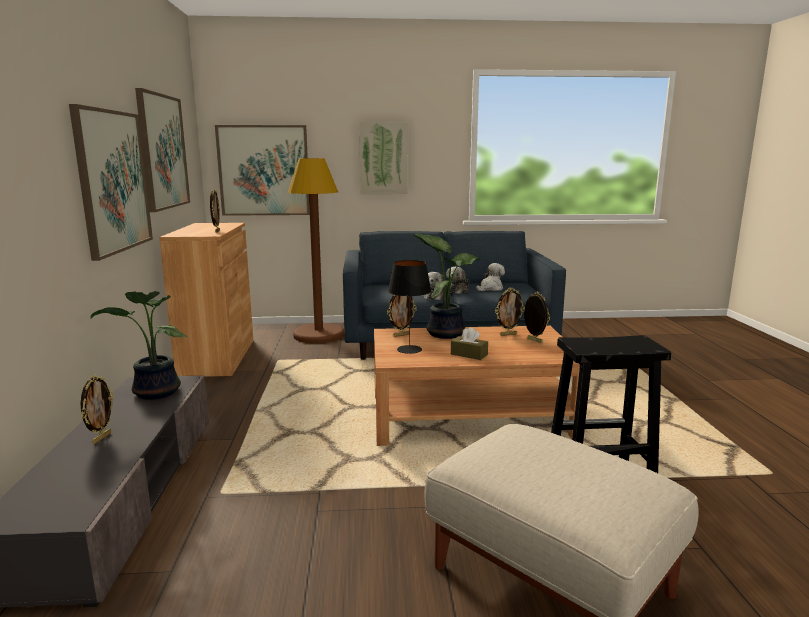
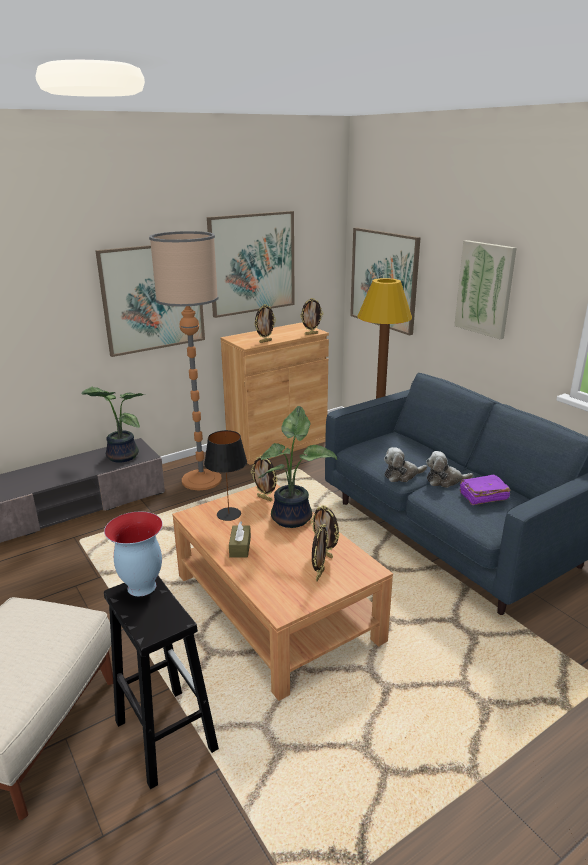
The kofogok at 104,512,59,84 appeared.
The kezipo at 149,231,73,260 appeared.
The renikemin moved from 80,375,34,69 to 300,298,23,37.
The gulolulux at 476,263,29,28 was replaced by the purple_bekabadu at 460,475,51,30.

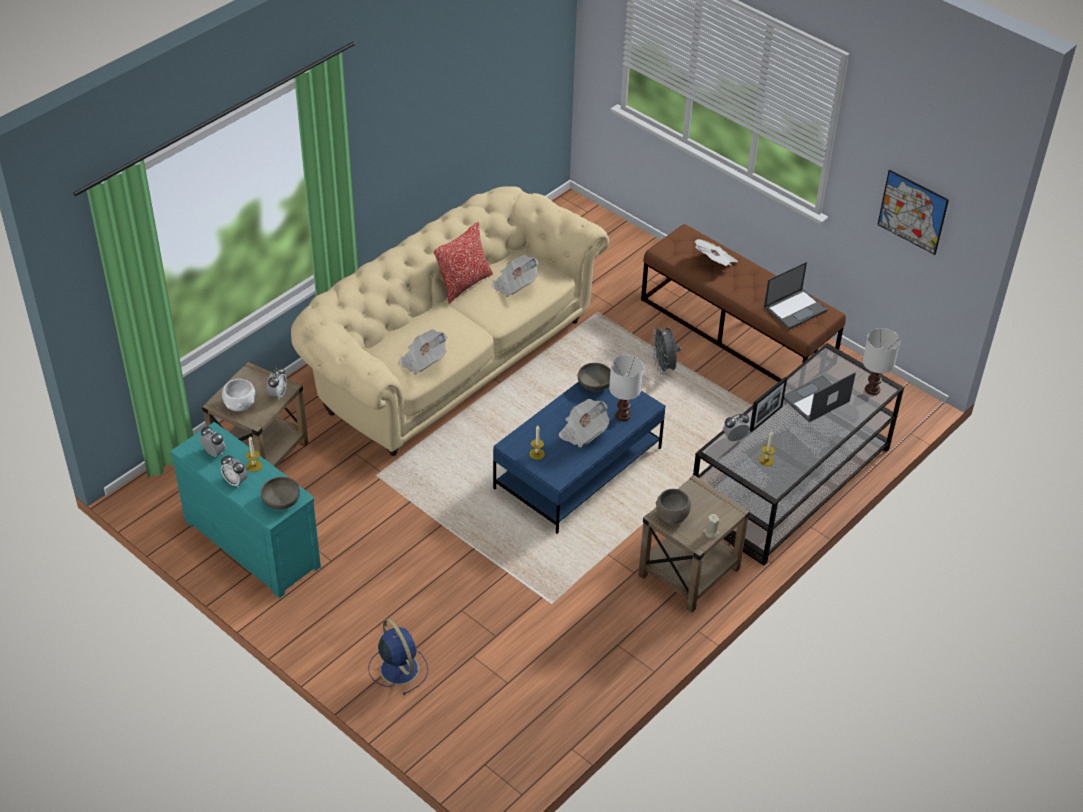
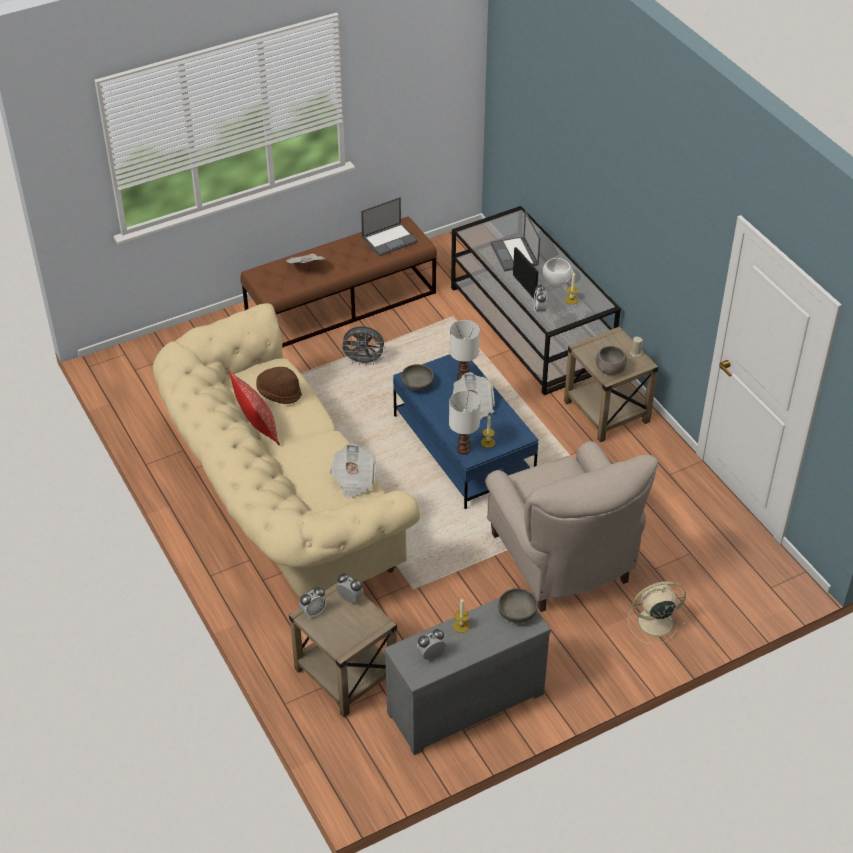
The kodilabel at 492,255,47,42 was replaced by the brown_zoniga at 256,367,46,37.
The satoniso moved from 221,455,27,33 to 299,587,28,32.
The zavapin at 764,262,64,68 turned 75 degrees clockwise.
The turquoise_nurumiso at 170,422,151,176 became the grey_nurumiso at 384,598,167,157.
The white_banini moved from 863,328,37,67 to 449,391,32,64.
The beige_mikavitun at 485,441,173,171 appeared.
The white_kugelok moved from 222,379,33,32 to 543,258,30,28.
The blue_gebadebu at 368,619,60,76 became the beige_gebadebu at 628,581,58,64.
The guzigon at 877,170,72,85 disappeared.

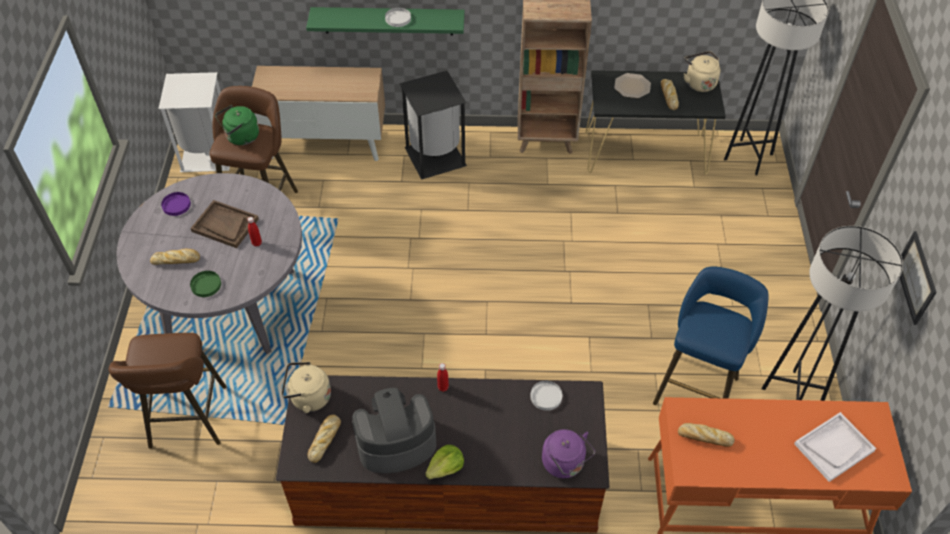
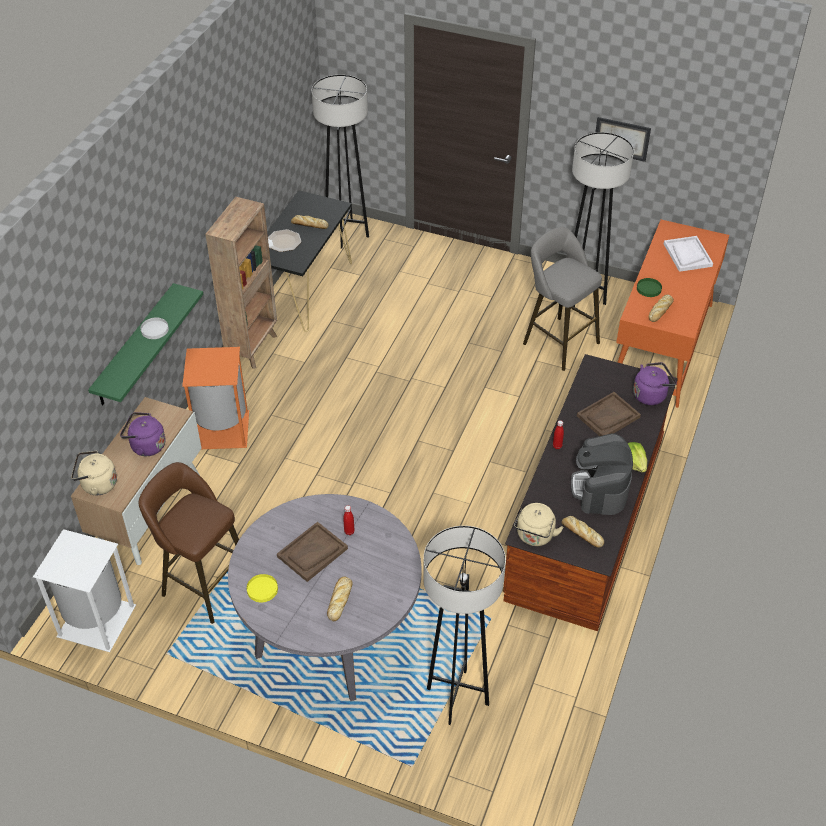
The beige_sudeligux moved from 684,51,36,41 to 71,451,46,44.
The purple_sudeligux at 120,412,46,44 appeared.
The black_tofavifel at 399,71,68,109 became the orange_tofavifel at 182,347,67,102.
The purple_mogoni at 161,192,30,24 became the yellow_mogoni at 247,574,31,28.
The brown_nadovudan at 109,333,118,116 was replaced by the grey_kezipo at 423,526,83,199.
The blue_nadovudan at 653,266,116,139 became the grey_nadovudan at 523,227,79,144.
The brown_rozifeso at 577,392,64,44 appeared.
The green_mogoni moved from 190,271,31,26 to 637,278,25,19.
The green_sudeligux at 215,105,44,40 disappeared.
The white_mogoni at 530,381,32,30 disappeared.

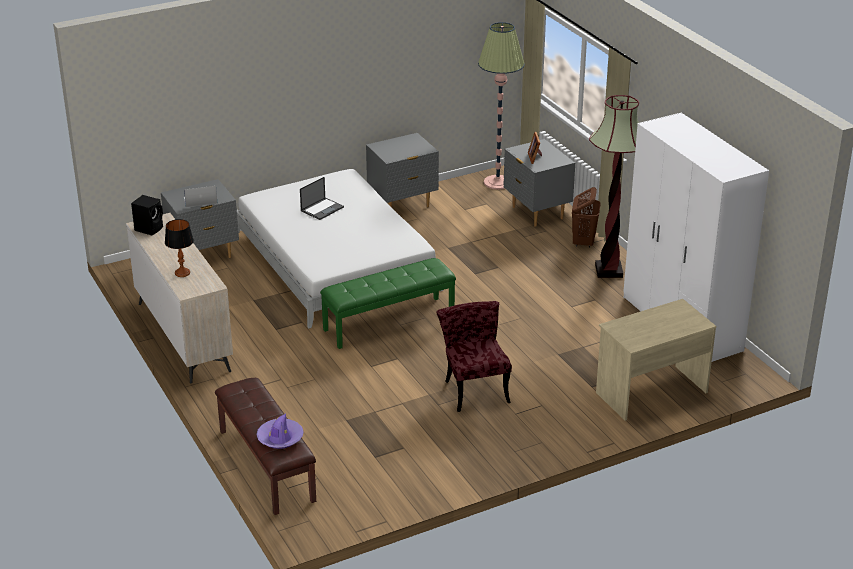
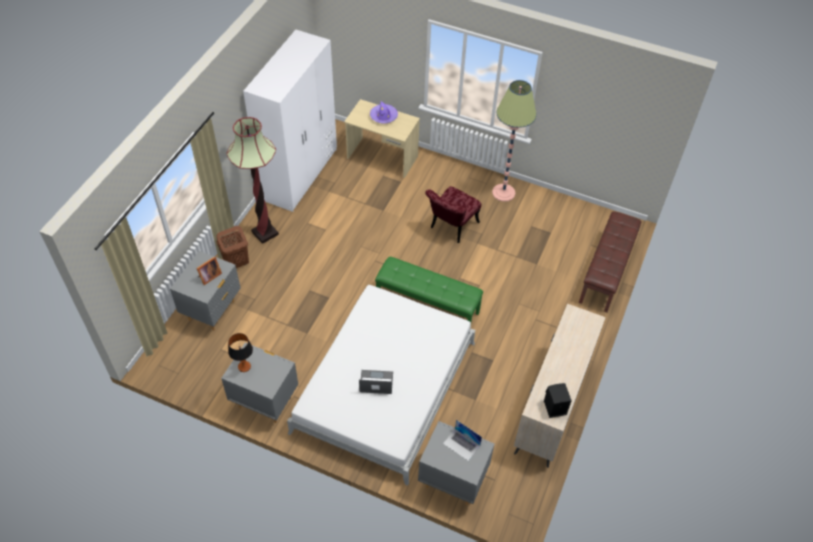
The banini moved from 165,219,29,58 to 228,333,25,39.
The purple_zoniga moved from 256,414,48,35 to 370,101,28,23.
The kezipo moved from 478,22,47,168 to 492,80,45,122.

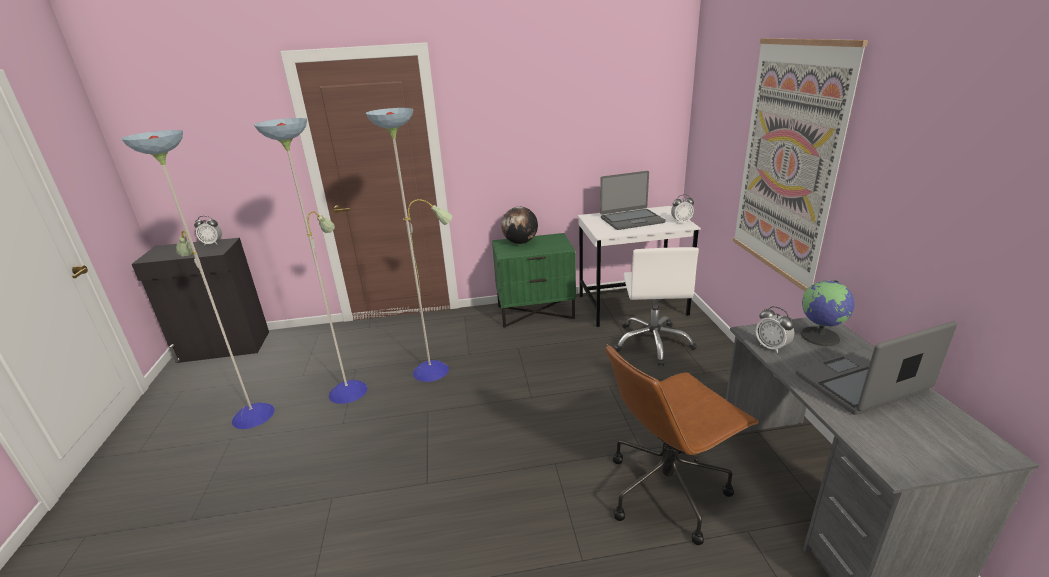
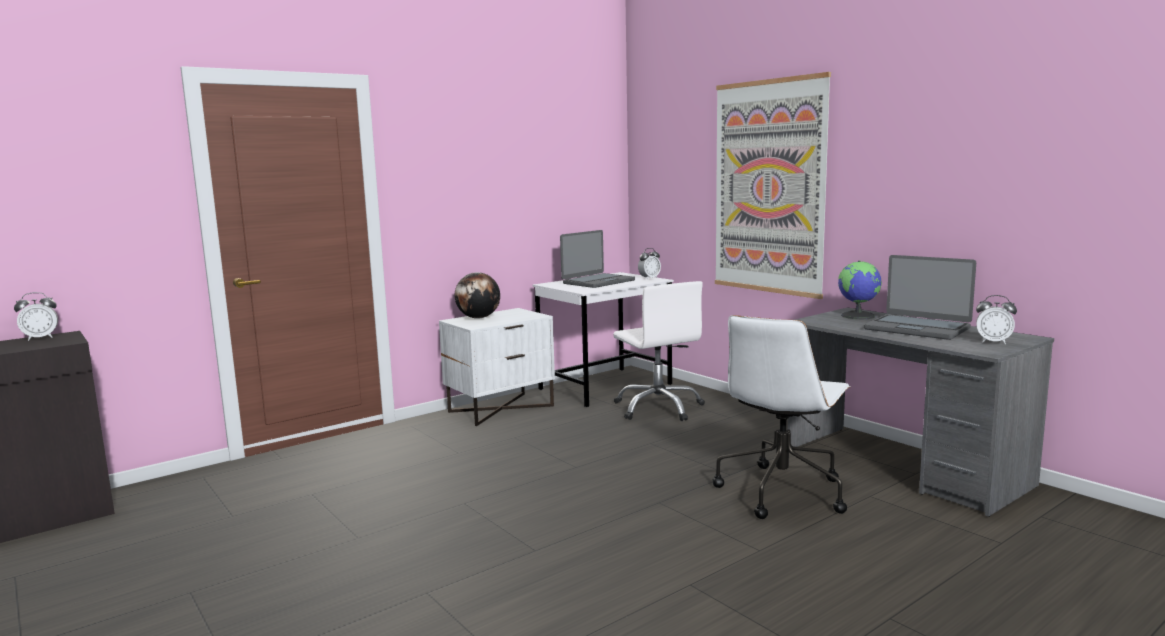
The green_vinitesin at 492,233,84,95 became the white_vinitesin at 439,308,116,118.
The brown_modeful at 606,344,153,201 became the white_modeful at 713,315,138,204.
The zavapin at 795,321,162,94 turned 90 degrees counterclockwise.
The satoniso moved from 756,306,38,47 to 976,295,41,49.
The kezipo at 121,108,332,321 disappeared.

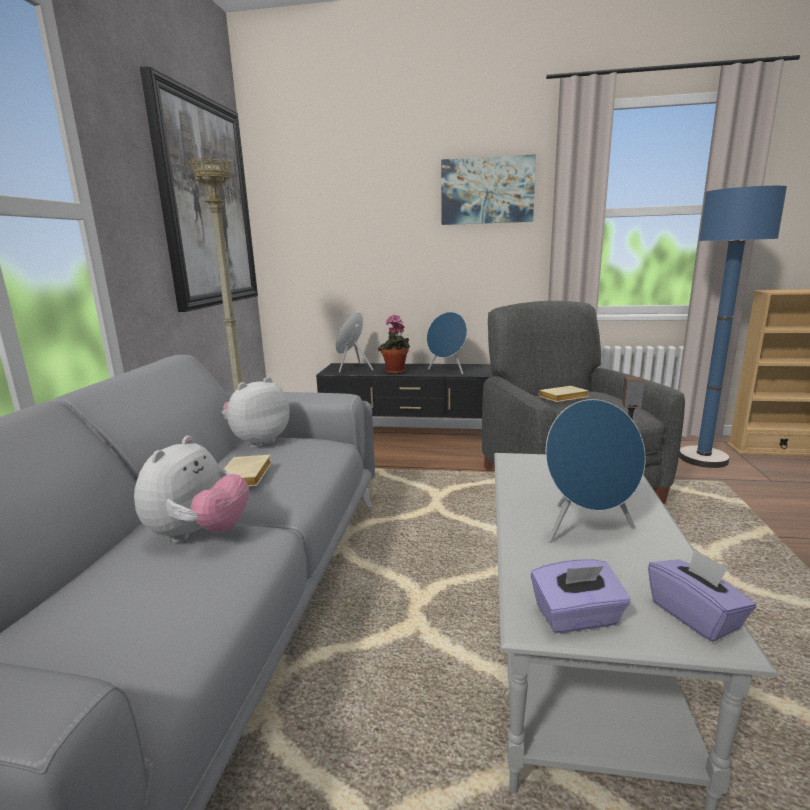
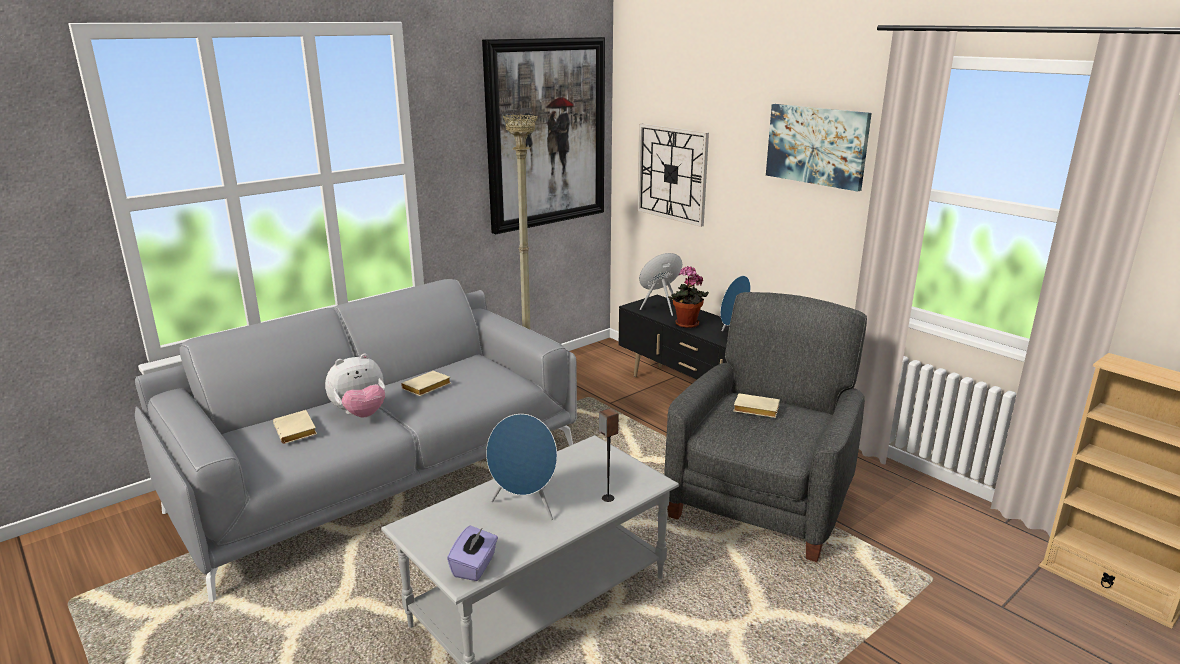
The beige_bekabadu at 273,410,44,34 appeared.
The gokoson at 637,124,72,103 appeared.
The gulolulux at 222,377,68,71 disappeared.
The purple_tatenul at 531,559,99,74 disappeared.
The blue_kezipo at 679,186,108,282 disappeared.

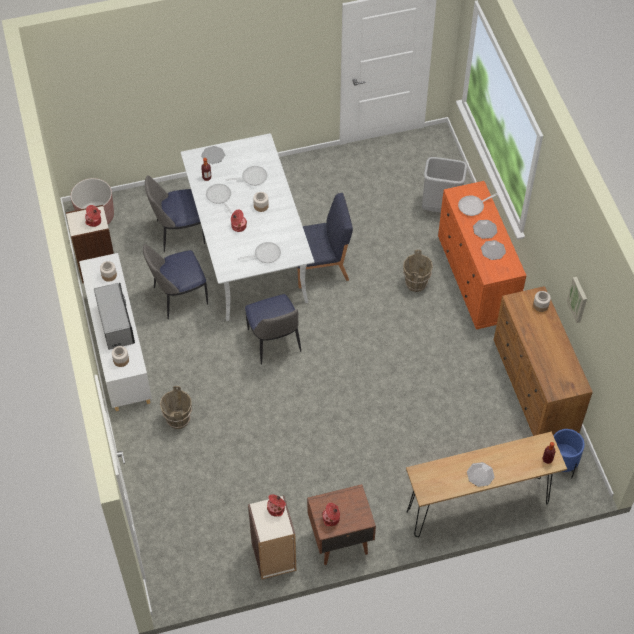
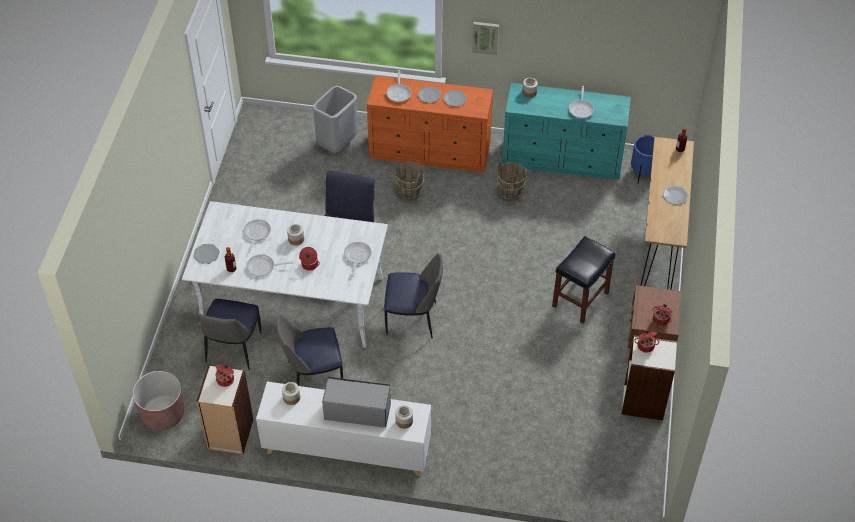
The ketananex at 143,244,65,75 turned 75 degrees clockwise.
The guzigon moved from 567,277,20,46 to 472,22,27,33.
The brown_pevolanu moved from 160,386,32,43 to 497,162,30,39.
The brown_nurumiso at 494,286,99,150 became the turquoise_nurumiso at 502,83,129,97.
The black_nadovudan at 552,236,63,88 appeared.
The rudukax at 569,86,25,33 appeared.

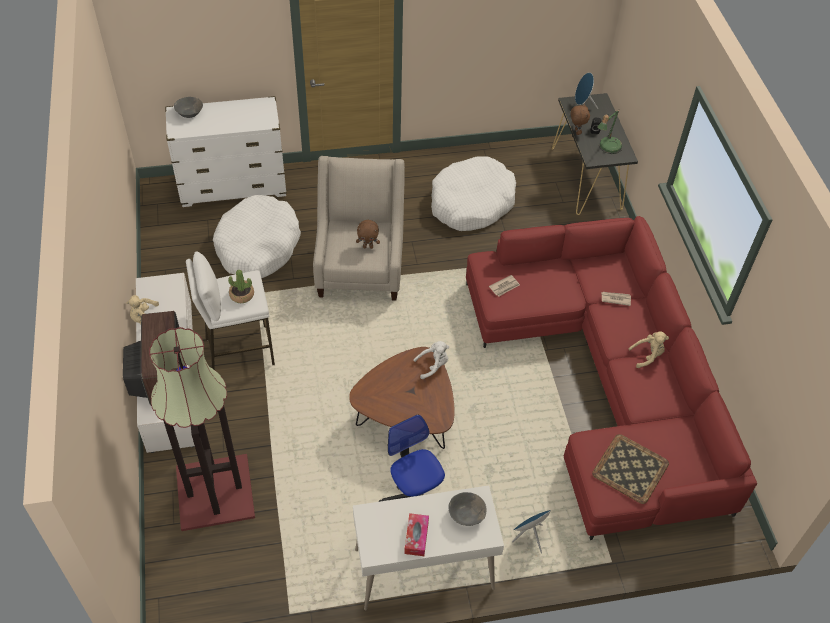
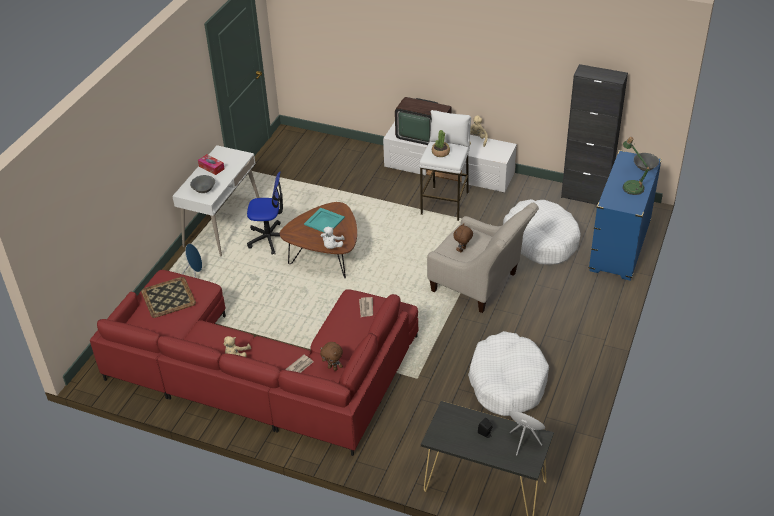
The turquoise_rozifeso at 304,208,41,25 appeared.
The brown_gulolulux moved from 571,103,19,32 to 320,342,23,29.
The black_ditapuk at 561,64,67,141 appeared.
The white_nurumiso at 165,96,122,111 became the blue_nurumiso at 589,150,73,130.
The banini moved from 597,109,25,45 to 623,137,27,58.
The kezipo at 149,327,106,204 disappeared.

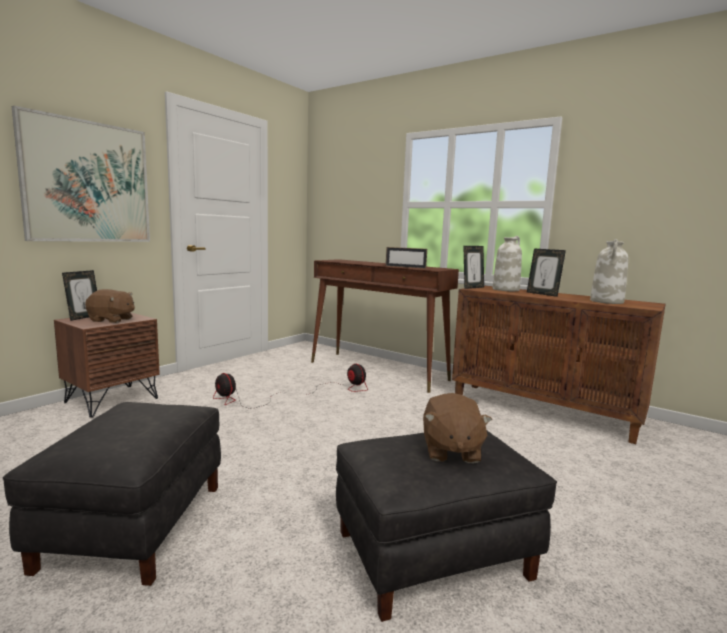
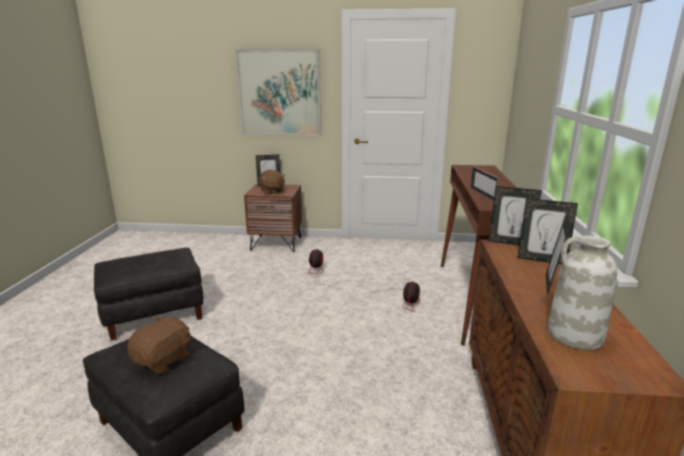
The brown_gulolulux at 423,393,69,70 turned 150 degrees clockwise.
The white_kofogok at 493,236,29,55 was replaced by the renikemin at 518,198,60,66.

